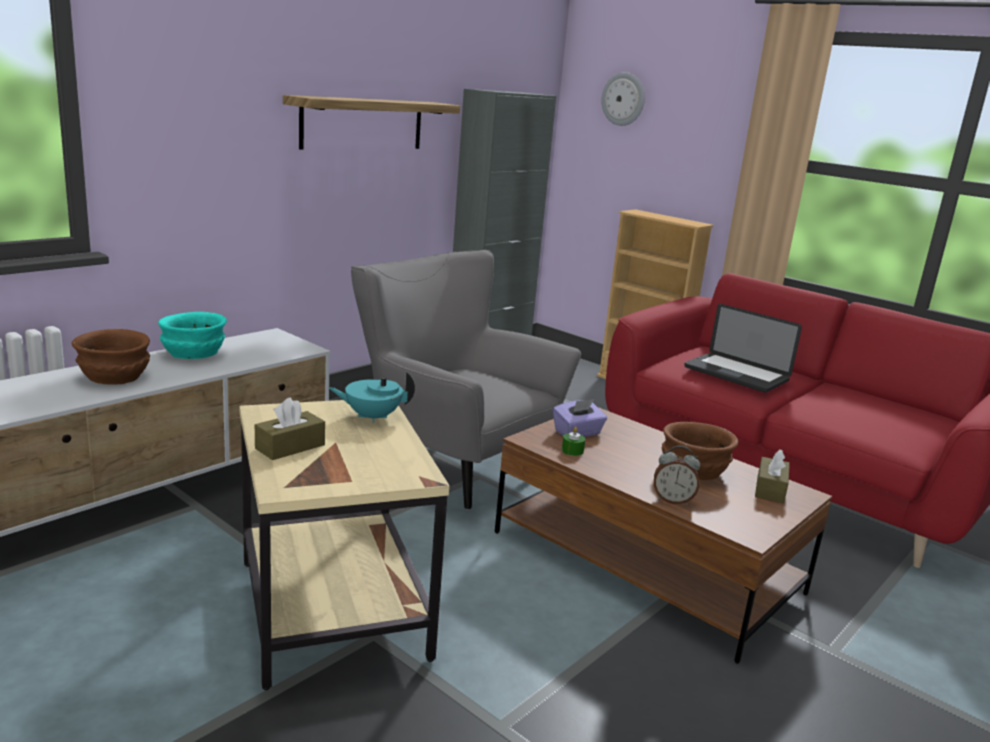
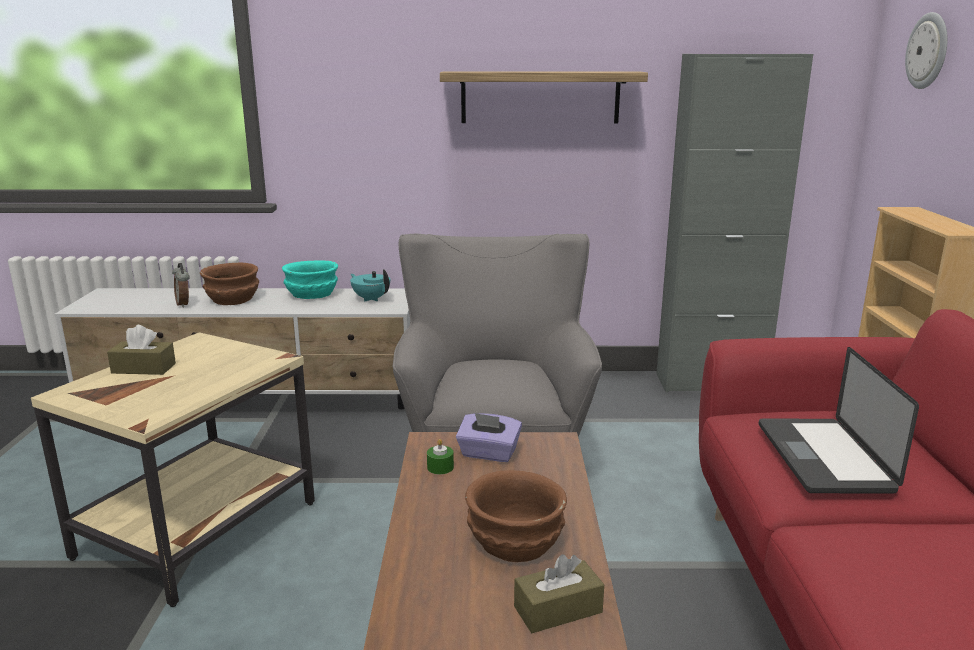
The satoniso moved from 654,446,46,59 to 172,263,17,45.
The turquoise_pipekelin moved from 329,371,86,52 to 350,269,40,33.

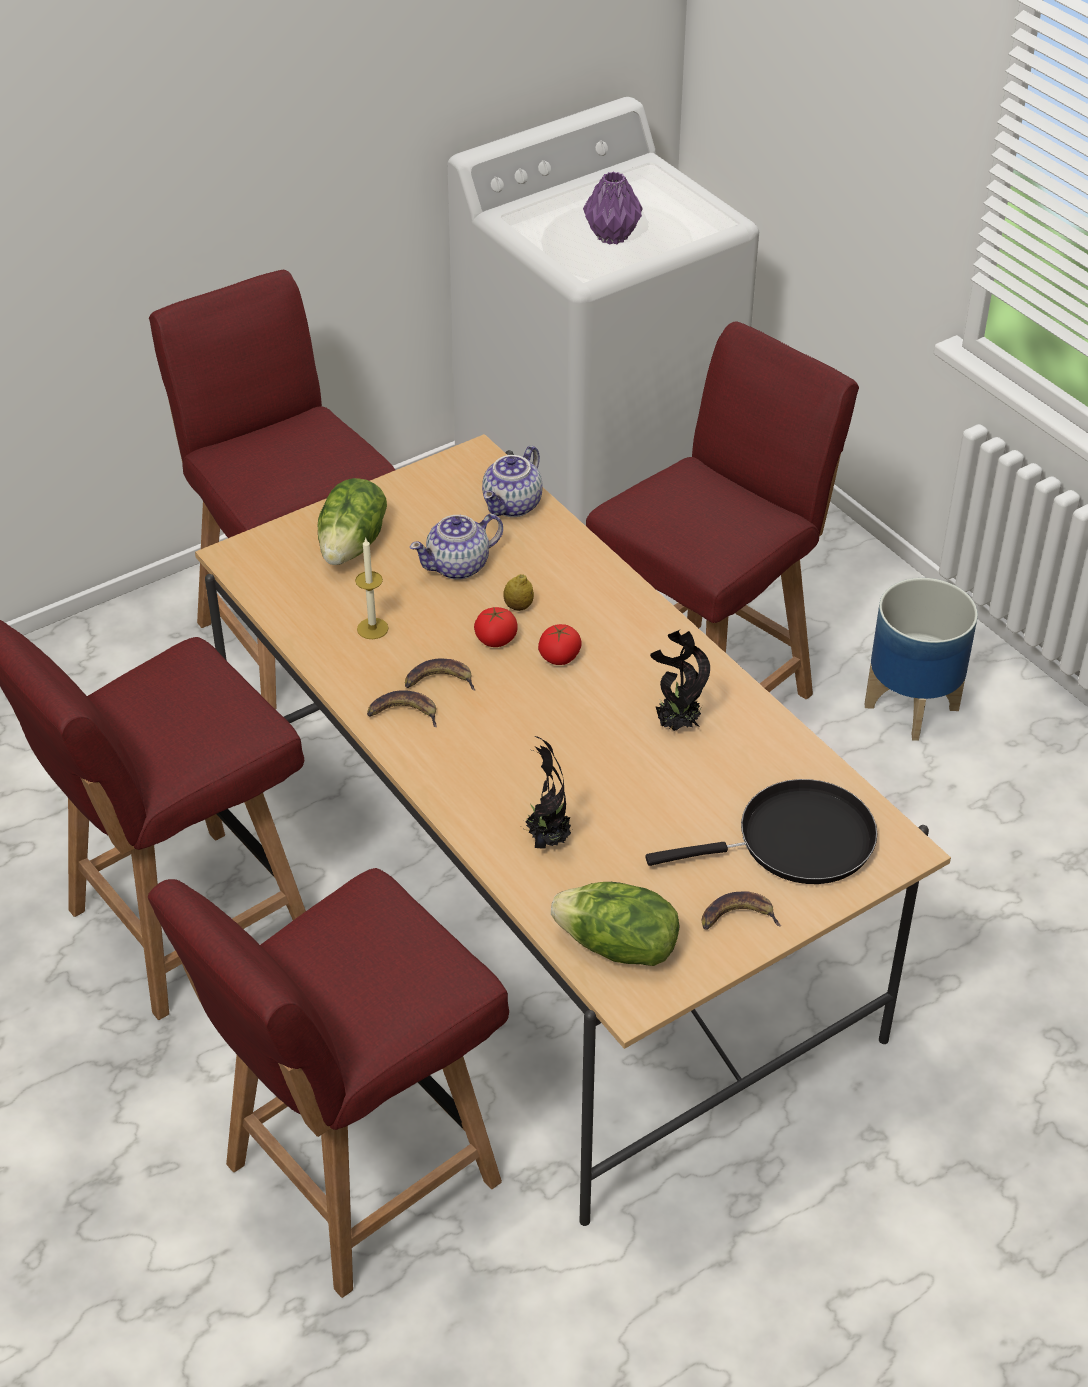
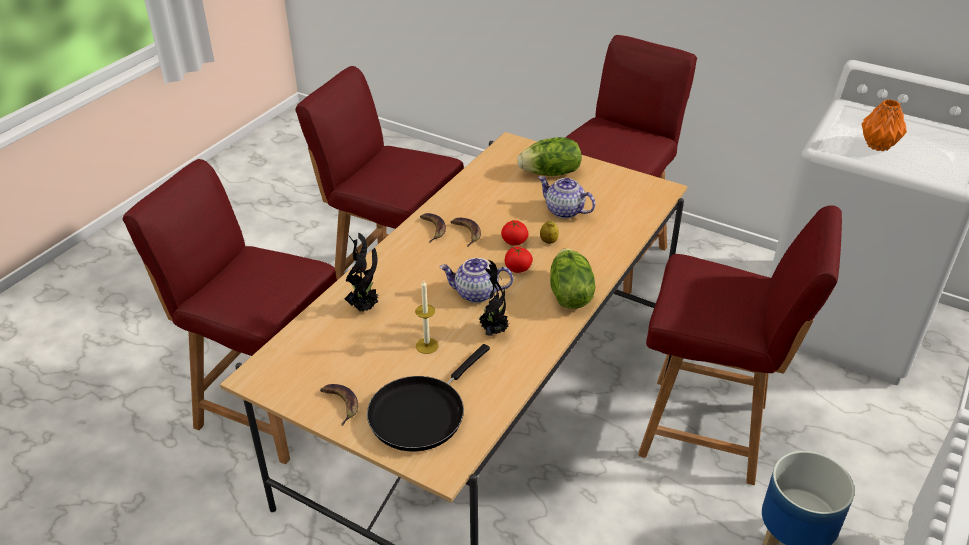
The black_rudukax at 646,779,231,105 turned 75 degrees clockwise.
The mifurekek moved from 355,538,34,101 to 415,280,24,74.
The pipekelin moved from 482,445,61,72 to 440,258,73,45.
The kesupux moved from 551,882,129,84 to 550,248,46,61.
The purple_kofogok at 583,171,60,74 became the orange_kofogok at 861,99,46,52.

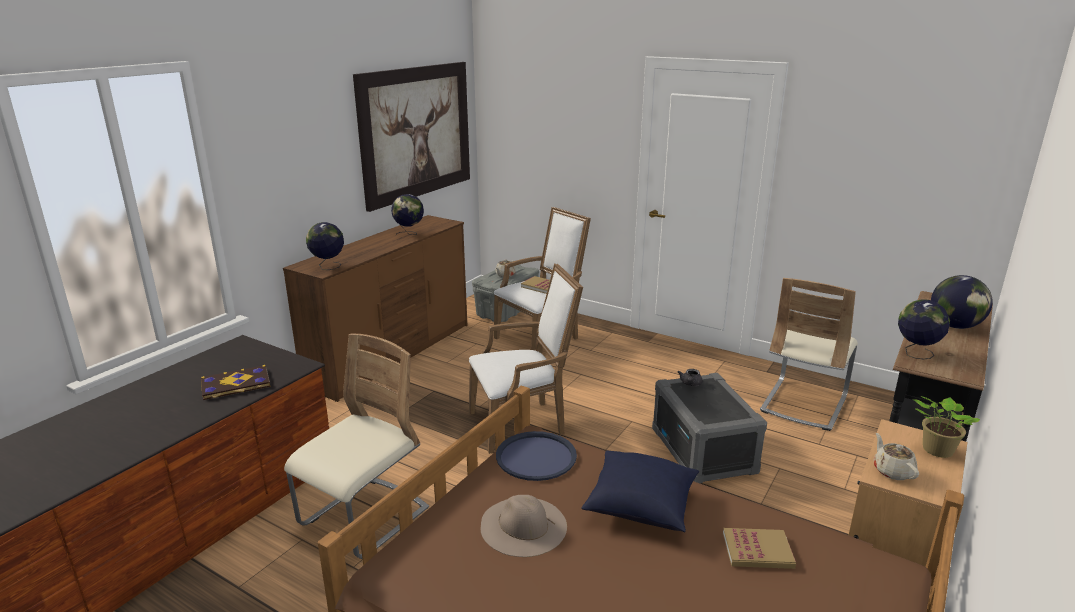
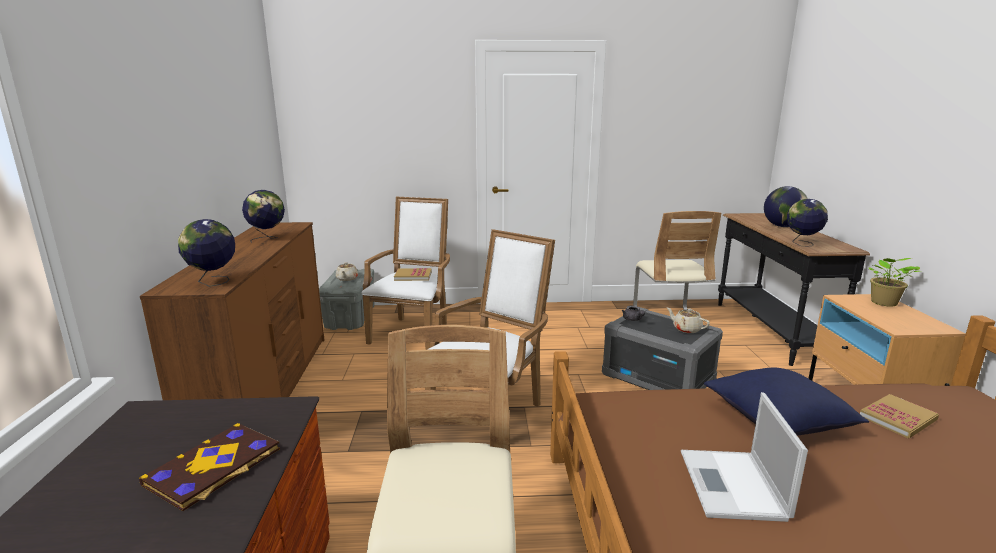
The beige_pipekelin moved from 874,433,45,47 to 666,307,44,26.
The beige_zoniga at 481,495,86,62 was replaced by the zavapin at 681,392,127,130.
The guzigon at 353,62,117,150 disappeared.
The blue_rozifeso at 496,431,81,50 disappeared.

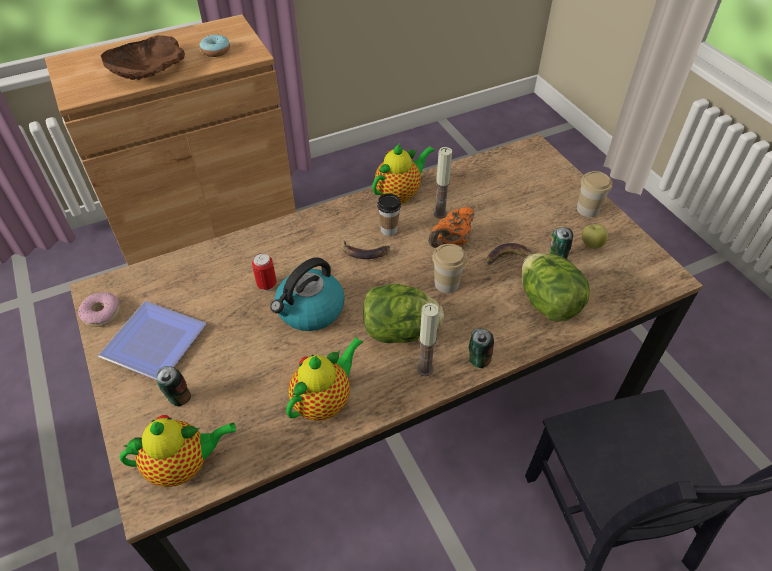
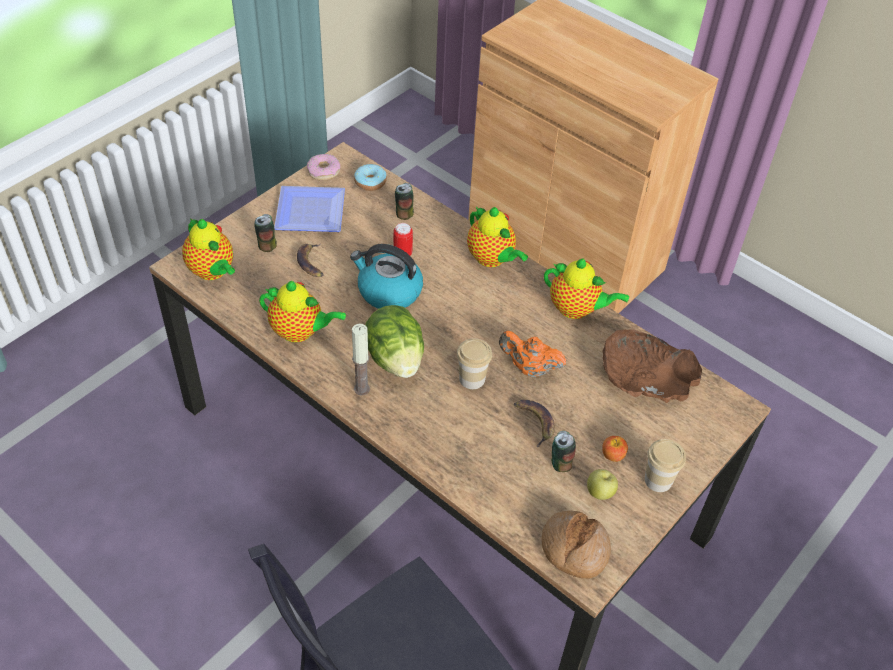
The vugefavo moved from 343,240,47,19 to 297,243,26,34.
The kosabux moved from 199,34,31,23 to 354,164,33,27.
The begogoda moved from 469,328,25,40 to 395,183,19,37.
The pipekelin at 467,207,61,60 appeared.
The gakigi at 542,511,69,68 appeared.
The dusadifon at 602,436,26,26 appeared.
The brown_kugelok moved from 101,35,84,45 to 603,329,99,74.
The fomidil at 377,194,24,42 disappeared.
The mifurekek at 434,147,18,71 disappeared.
The kesupux at 522,253,68,69 disappeared.

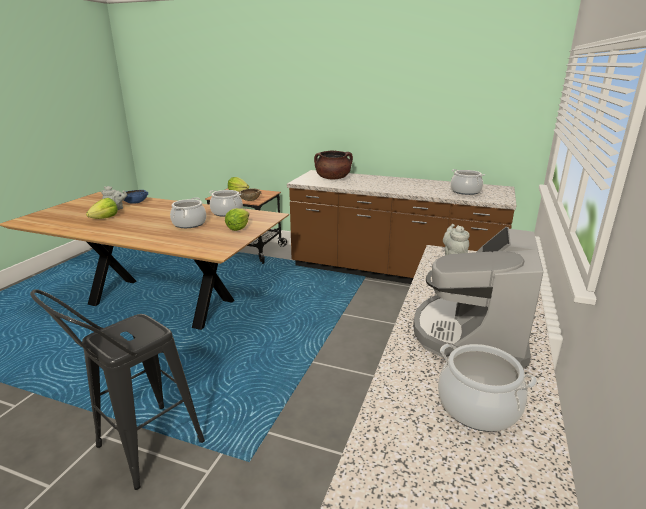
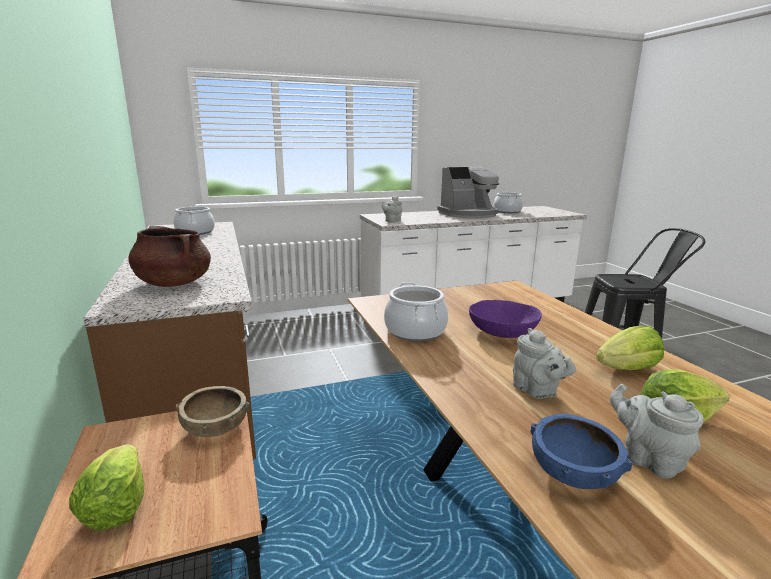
The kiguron at 170,197,36,31 was replaced by the purple_kugelok at 469,300,73,38.
The grey_pipekelin at 513,328,63,71 appeared.
The kesupux moved from 225,208,24,23 to 596,326,68,44.

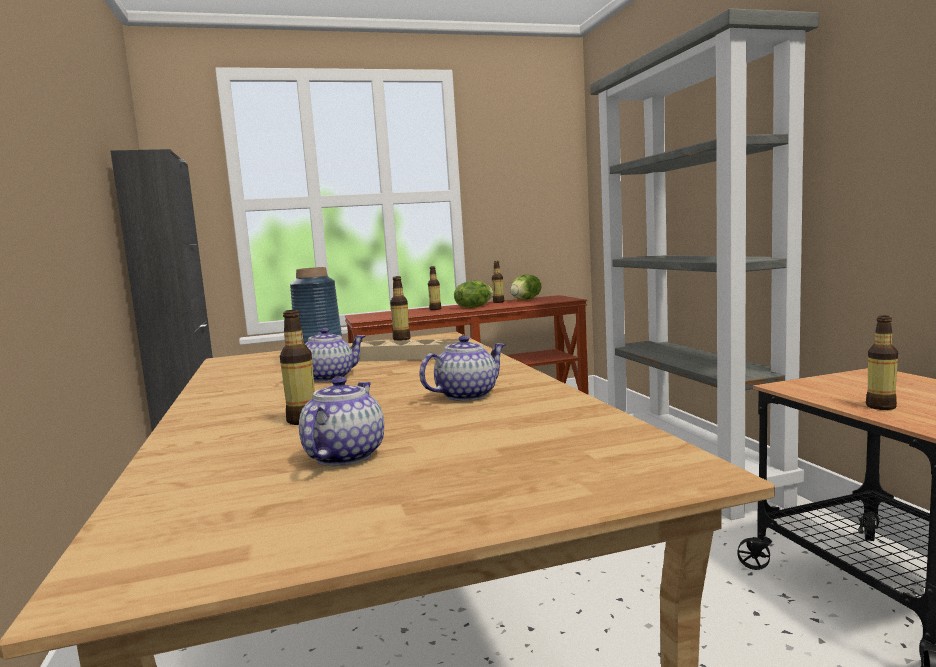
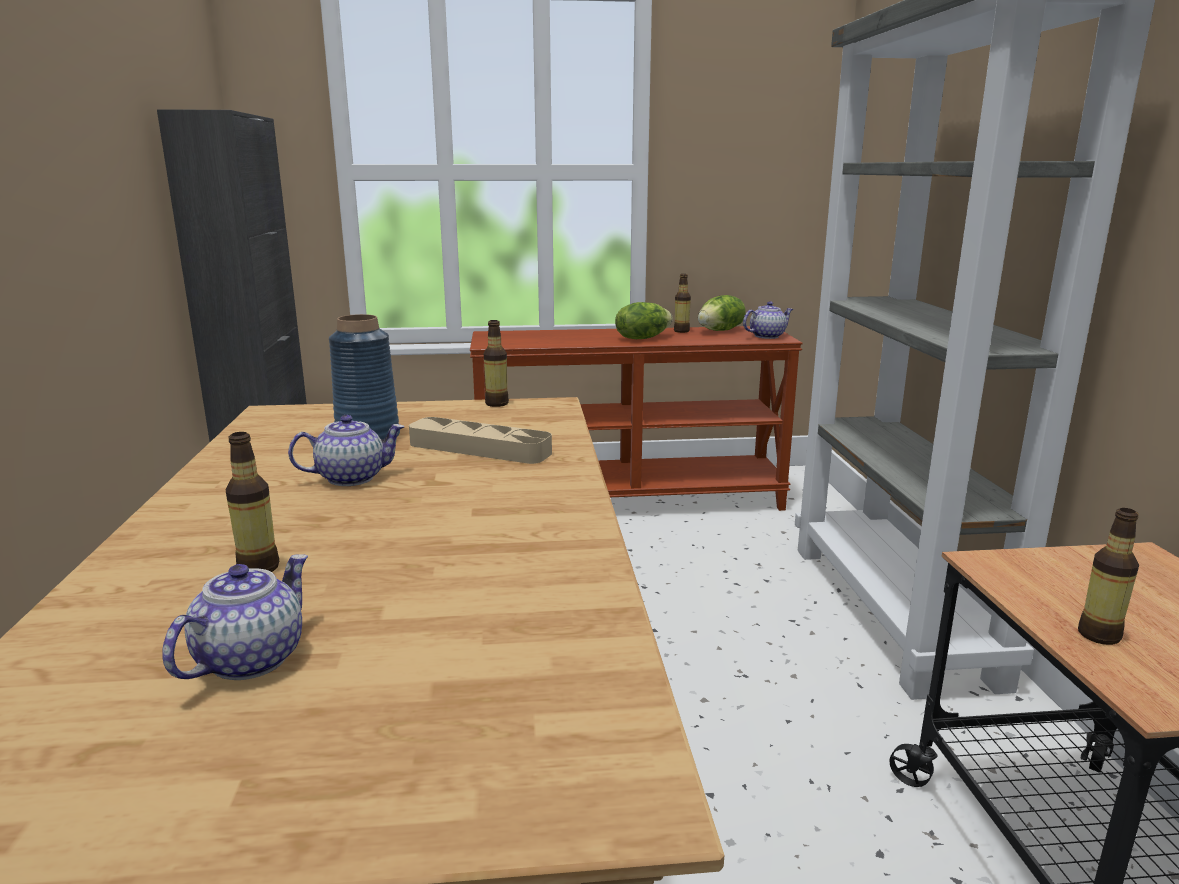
The pipekelin moved from 419,335,87,66 to 743,301,51,38.
The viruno at 428,266,13,44 disappeared.

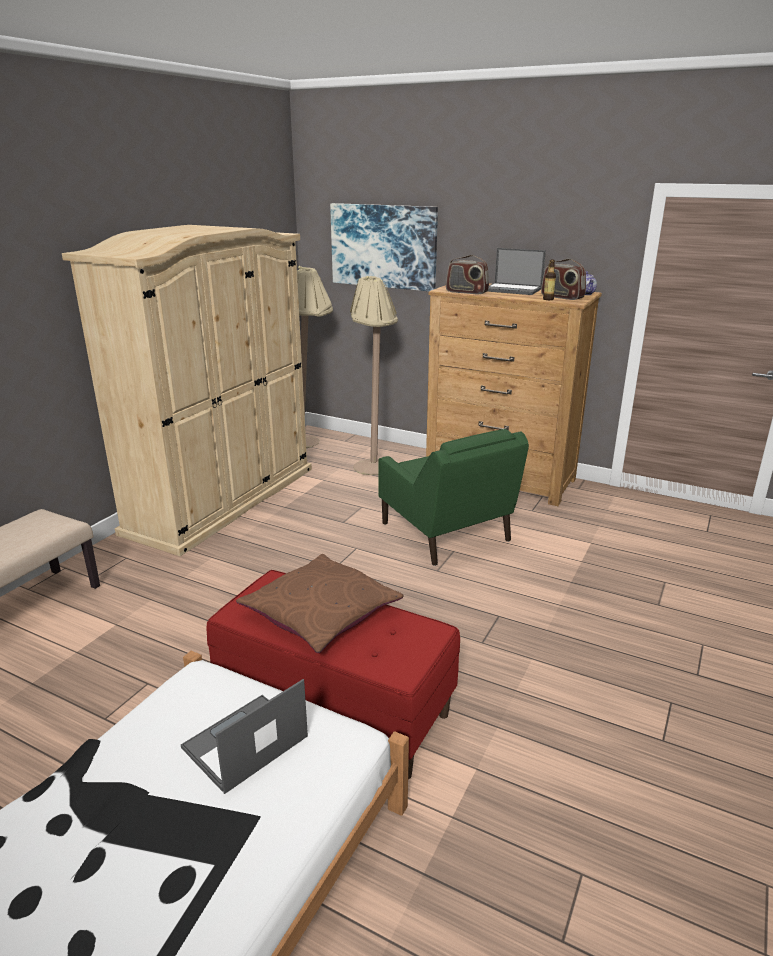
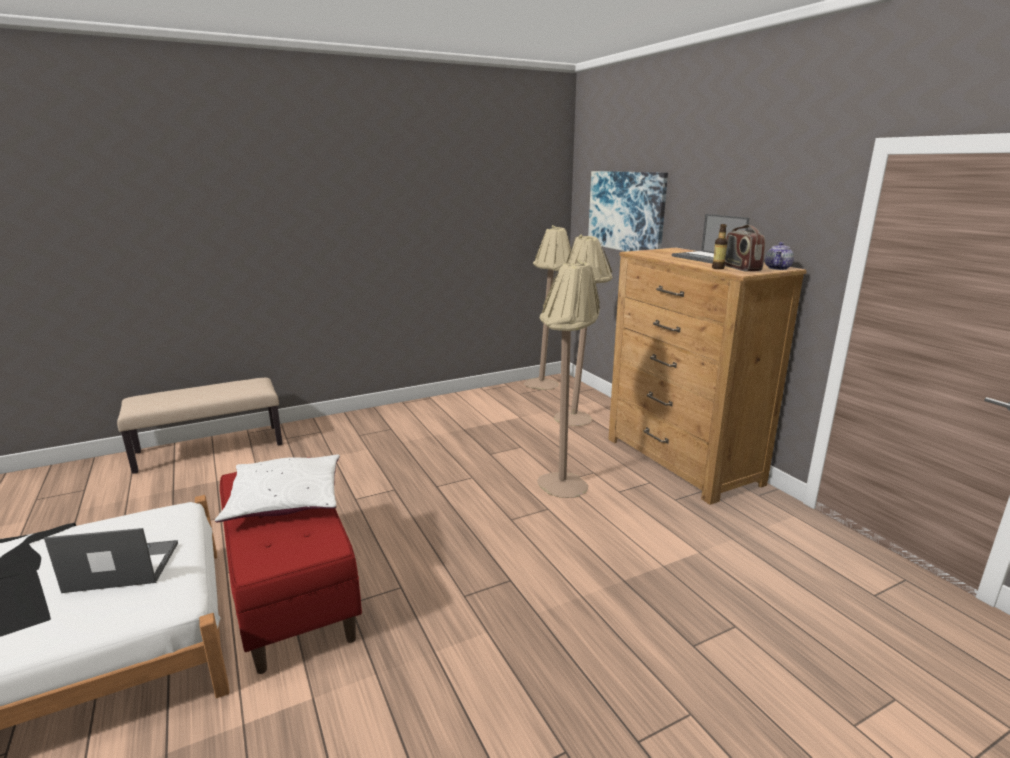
The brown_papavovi at 236,554,168,99 became the white_papavovi at 215,454,125,68.
The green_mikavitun at 378,429,151,137 was replaced by the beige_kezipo at 537,259,63,239.
The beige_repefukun at 62,225,250,331 disappeared.
The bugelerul at 446,255,43,39 disappeared.

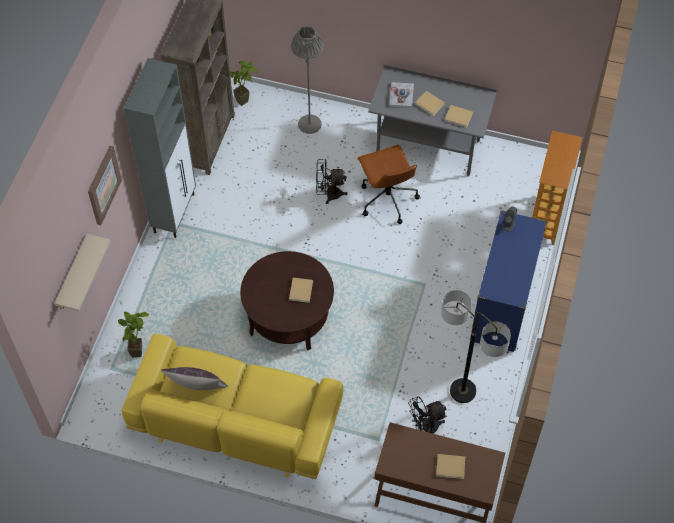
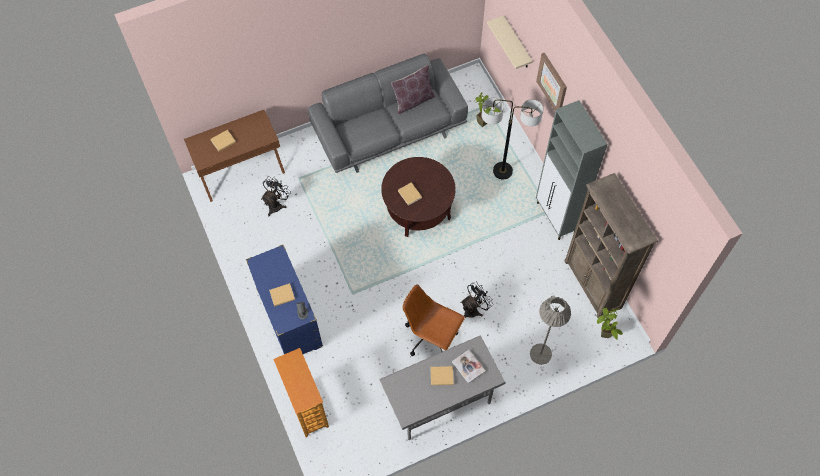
The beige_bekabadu moved from 445,105,28,23 to 269,283,26,24.
The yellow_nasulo at 122,334,221,145 became the grey_nasulo at 308,54,160,119.
The kezipo moved from 441,290,70,113 to 481,98,62,81.

